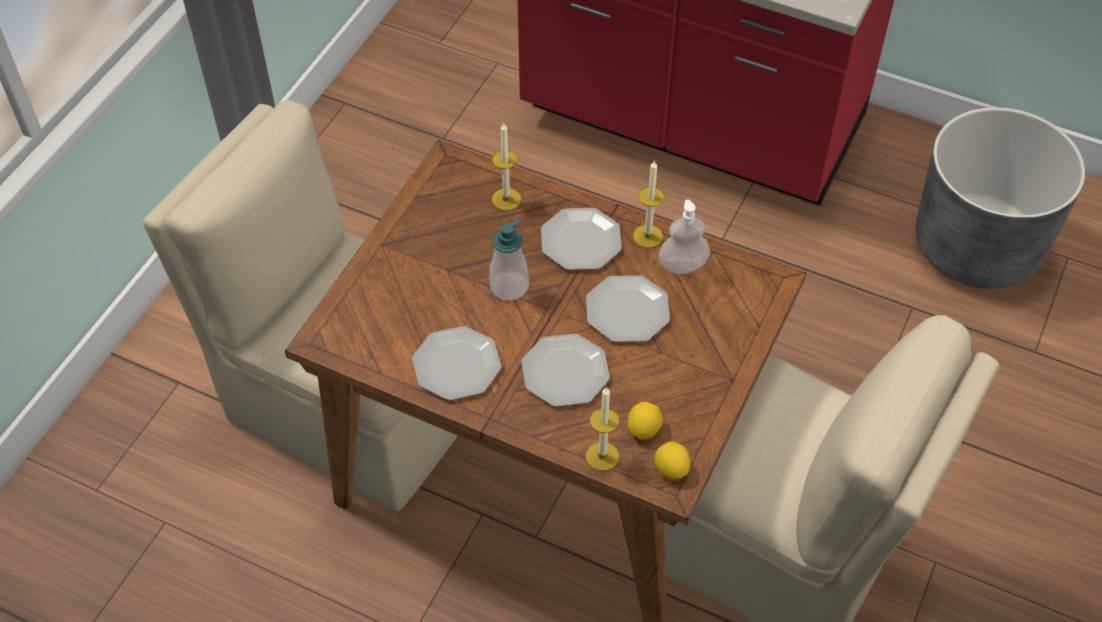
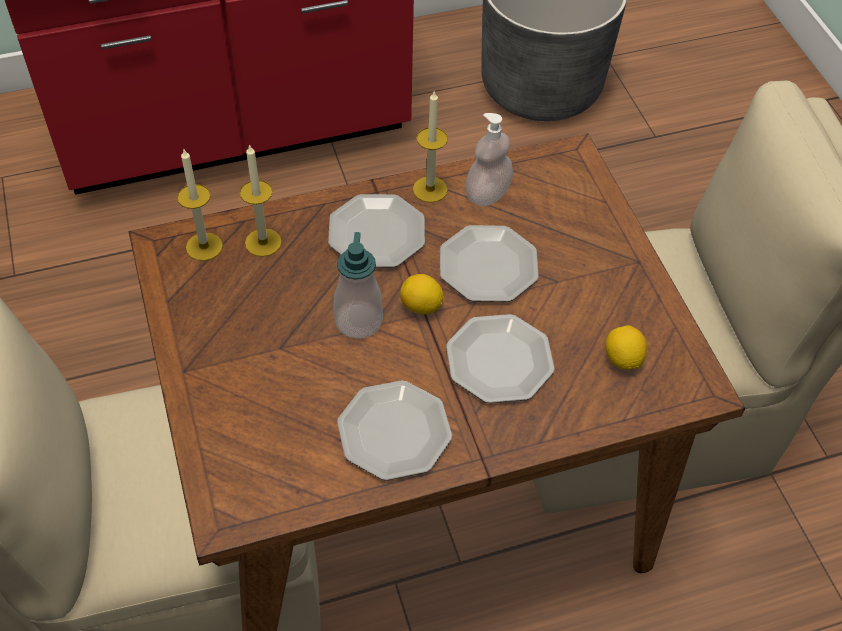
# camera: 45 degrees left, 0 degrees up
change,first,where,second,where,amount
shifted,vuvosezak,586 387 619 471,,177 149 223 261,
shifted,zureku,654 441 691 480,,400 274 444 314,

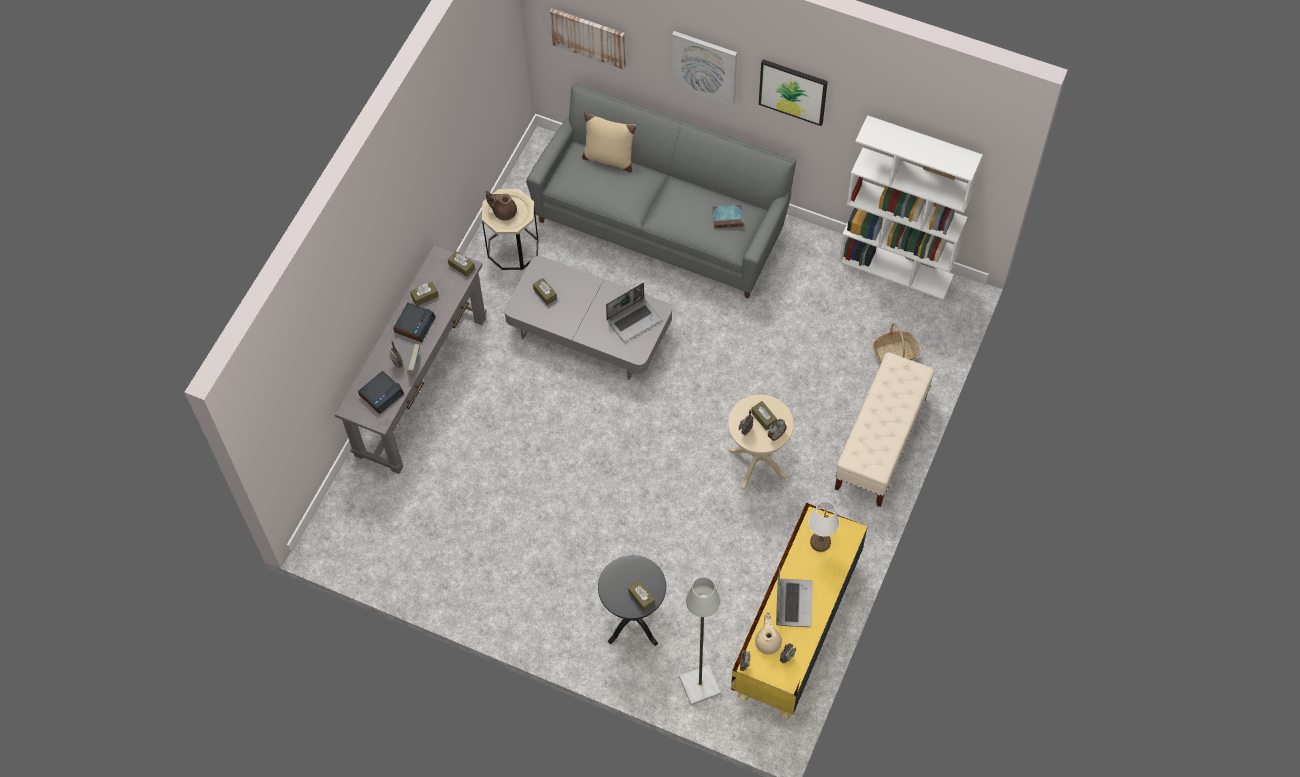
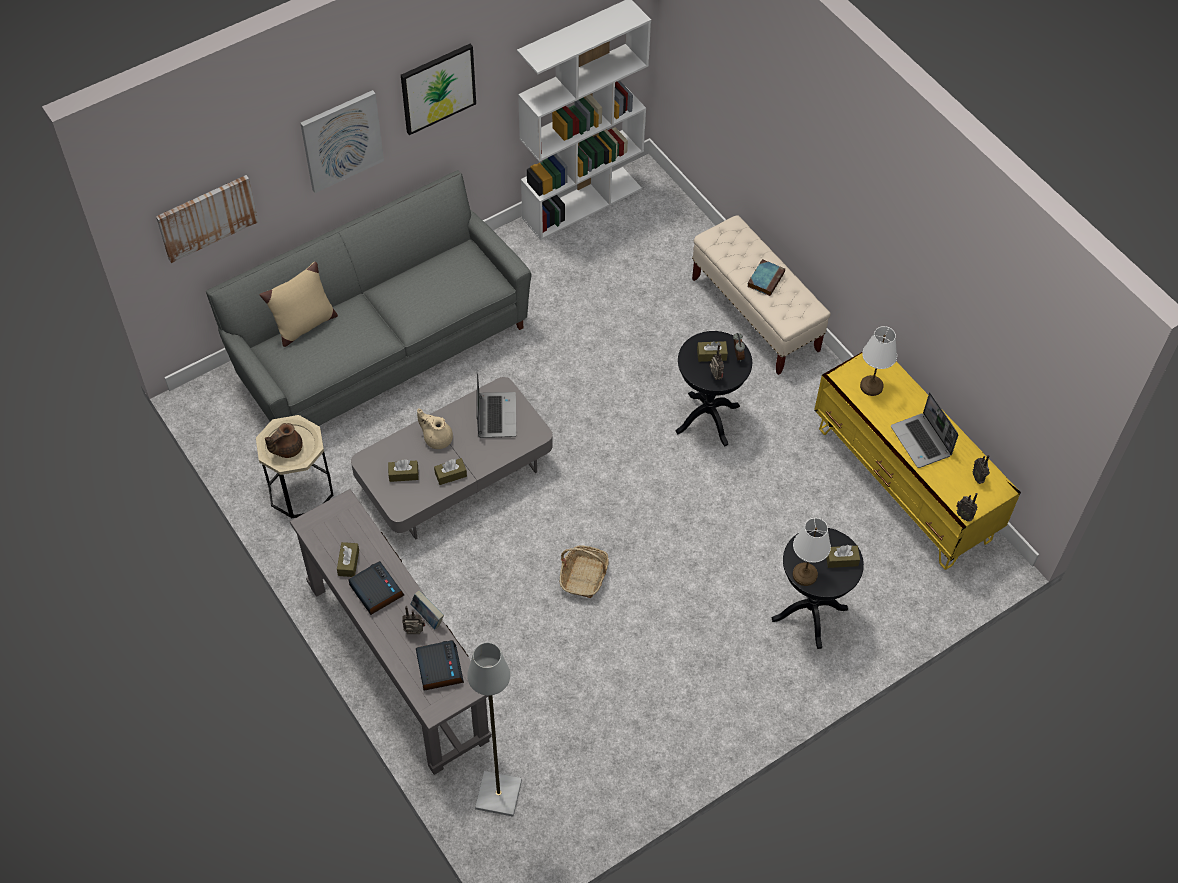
# camera: 60 degrees left, 5 degrees down
change,first,where,second,where,amount
shifted,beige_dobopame,755 611 782 655,,417 408 453 449,
shifted,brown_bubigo,448 251 475 277,,434 458 467 485,
shifted,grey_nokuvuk,679 577 721 705,,467 643 522 817,
shifted,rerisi,872 323 921 363,,560 545 609 598,
repainted,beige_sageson,728 395 794 489,black_sageson,675 331 752 446,
shifted,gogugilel,712 205 744 228,,747 259 785 296,
new,,,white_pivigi,793 518 831 586,
rotated,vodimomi,776 567 813 627,,891 393 958 468,150 degrees counterclockwise

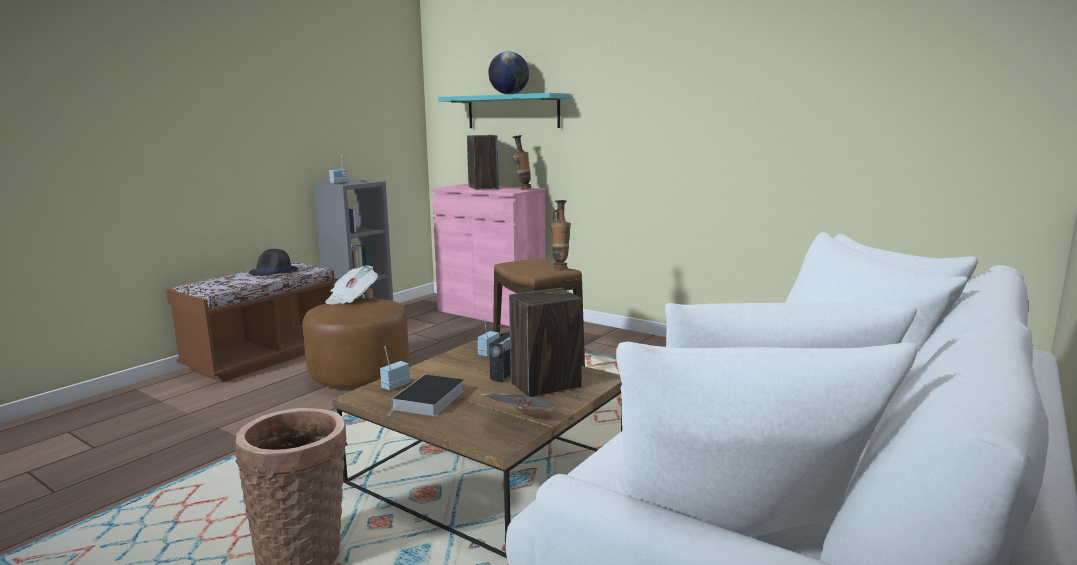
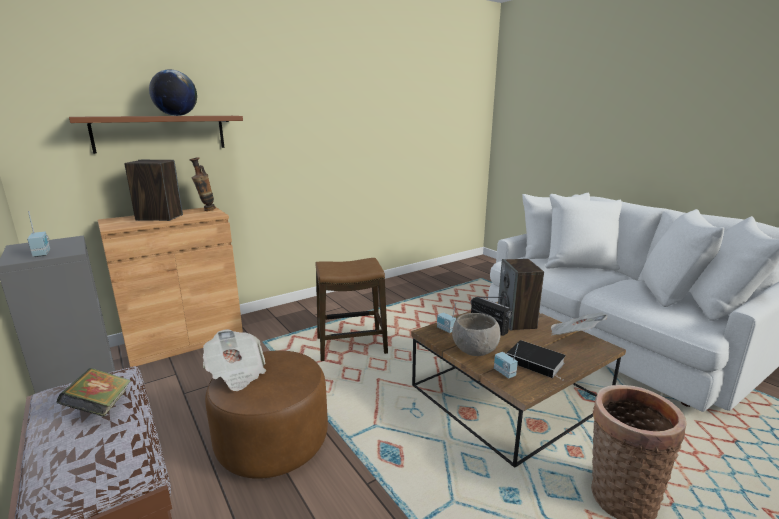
# camera: 70 degrees left, 5 degrees up
change,first,where,second,where,amount
swapped,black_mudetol,249 249 298 276,gogugilel,56 368 131 417,
repainted,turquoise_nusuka,438 93 571 128,brown_nusuka,69 116 243 154,
repainted,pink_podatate,432 184 545 326,brown_podatate,98 207 243 367,
new,,,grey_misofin,452 313 501 356,
gone,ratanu,551 200 571 269,,,

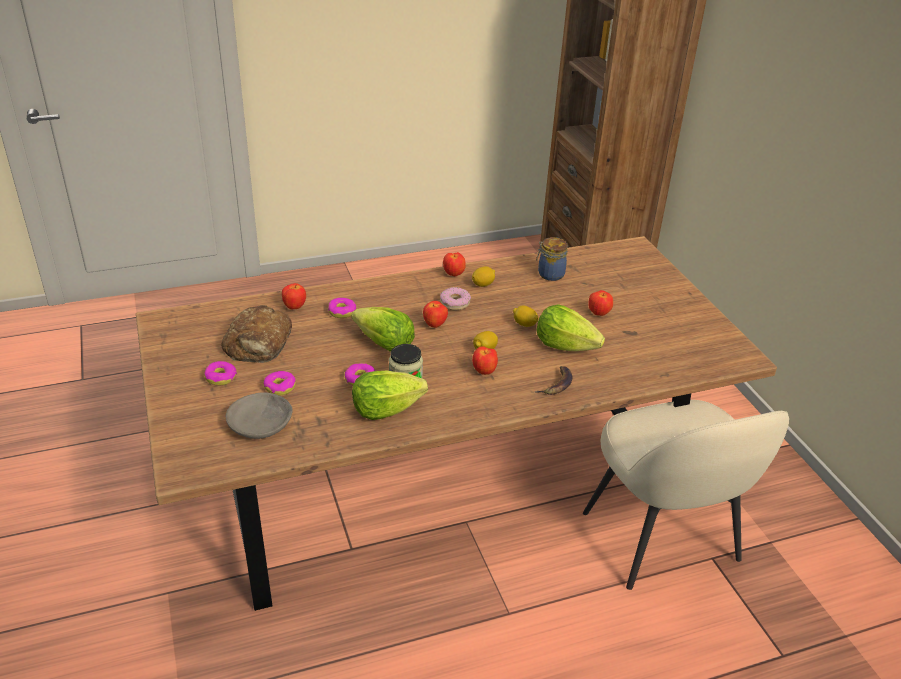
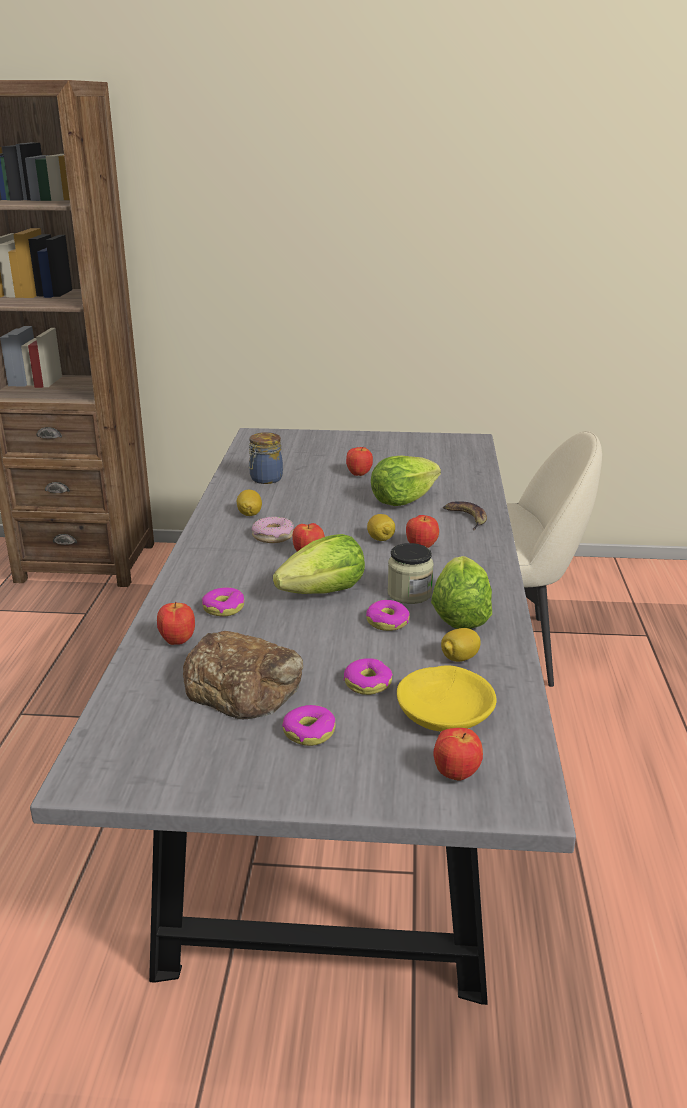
# camera: 65 degrees left, 10 degrees down
change,first,where,second,where,amount
repainted,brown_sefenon,136 236 777 611,grey_sefenon,30 428 576 1005,
repainted,grey_misofin,226 392 293 439,yellow_misofin,397 665 497 732,
shifted,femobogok,443 252 466 276,,433 728 483 781,
shifted,zureku,513 305 539 327,,441 628 480 662,

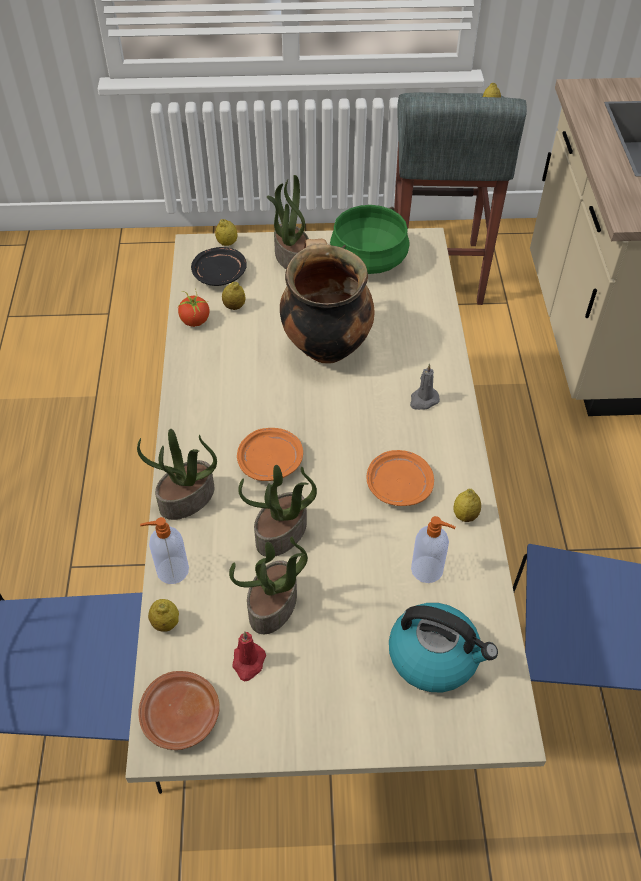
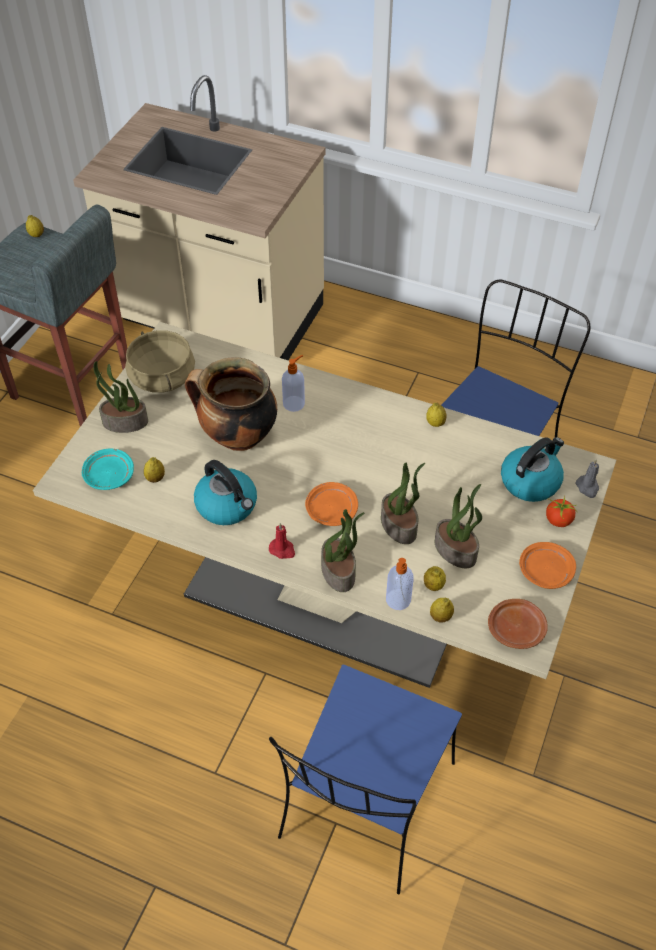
# camera: 65 degrees left, 0 degrees up
change,first,where,second,where,amount
repainted,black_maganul,191 247 247 286,turquoise_maganul,82 449 134 490,
repainted,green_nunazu,330 205 410 274,beige_nunazu,125 330 195 393,
new,,,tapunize,194 460 257 525,
shifted,red_vuvosezak,233 631 266 681,,269 523 295 559,
shifted,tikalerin,411 516 455 583,,282 355 305 412,
shifted,zureku,215 219 237 246,,424 566 446 591,
shifted,orange_maganul,367 450 434 506,,519 542 576 589,
shifted,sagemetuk,178 289 210 327,,546 496 577 527,
shifted,grey_vuvosezak,410 364 440 410,,575 459 599 498,

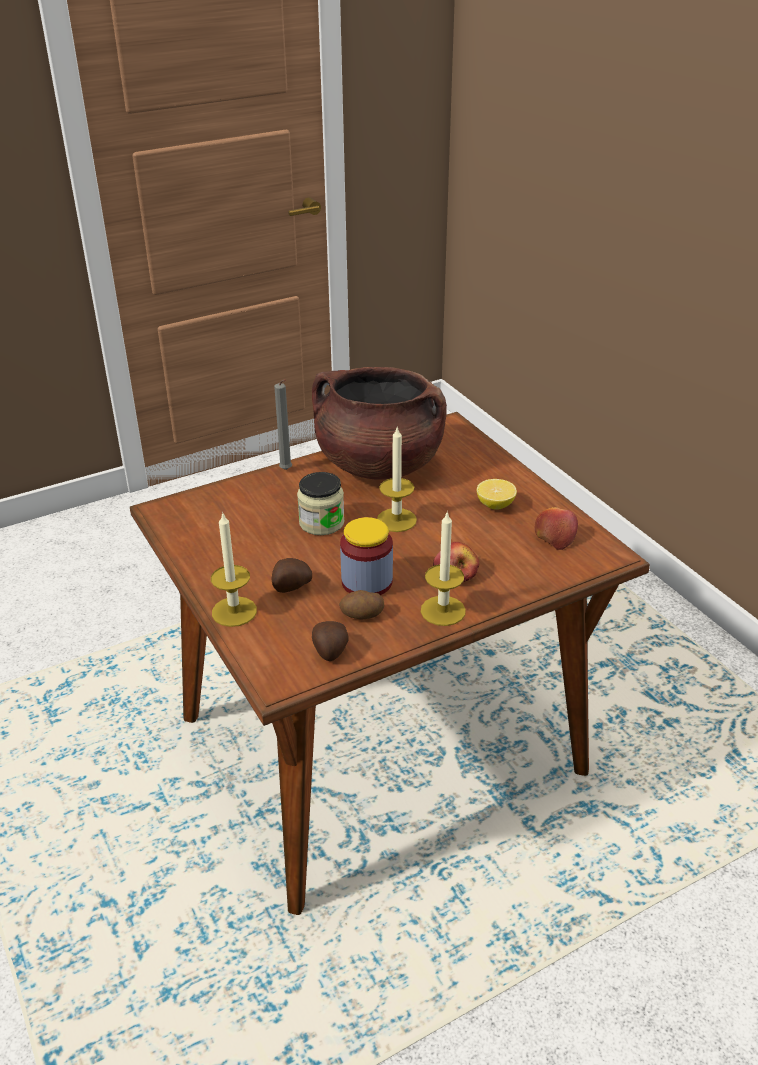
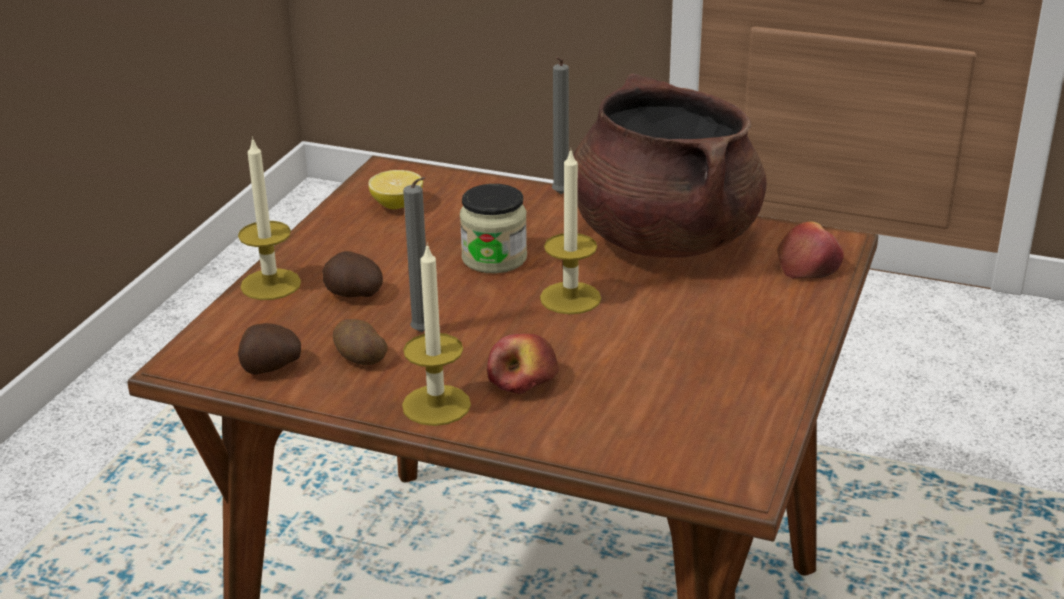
# camera: 50 degrees right, 5 degrees down
change,first,where,second,where,amount
shifted,zureku,477 479 517 510,,368 170 423 209,
swapped,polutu,340 517 393 595,grey_vuvosezak,403 177 426 332,
shifted,femobogok,535 507 578 550,,777 222 844 279,

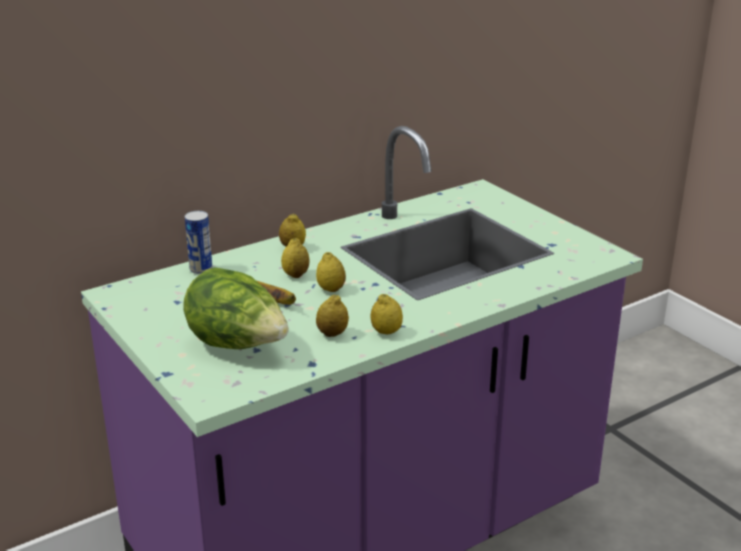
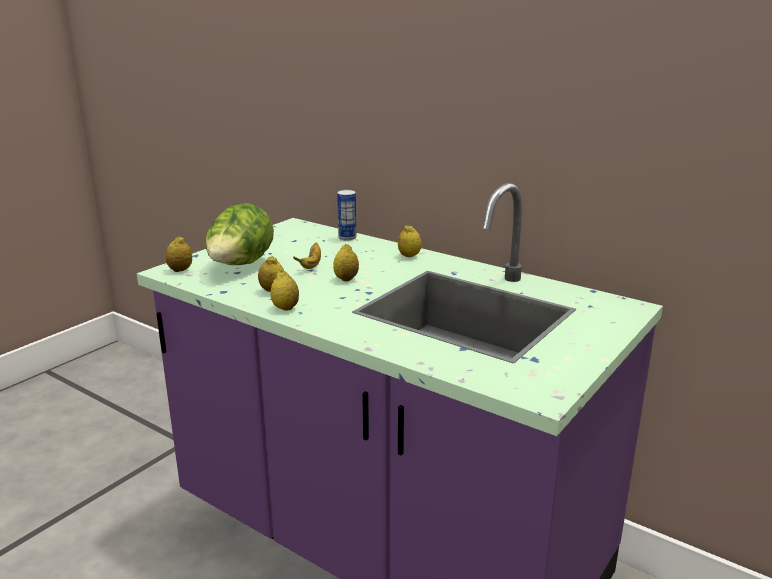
# camera: 70 degrees right, 5 degrees down
change,first,where,second,where,amount
shifted,zureku,281 238 309 278,,165 236 192 272,

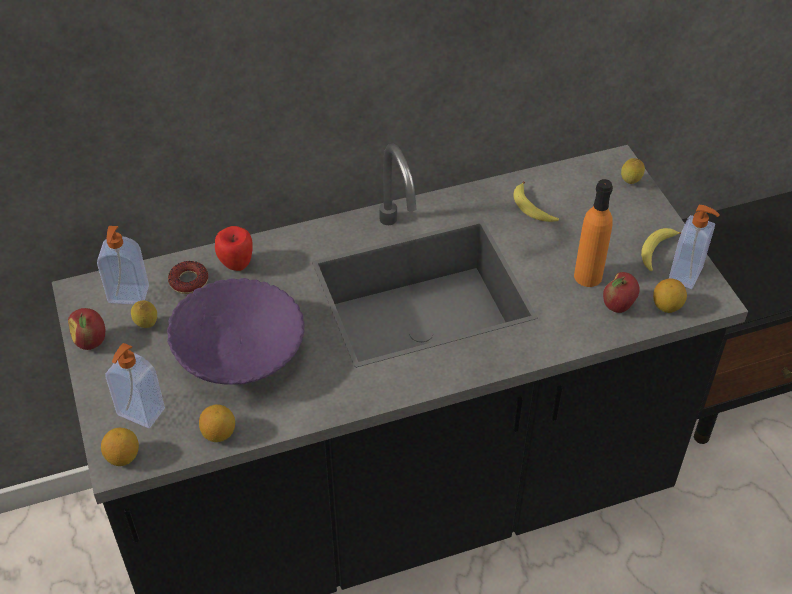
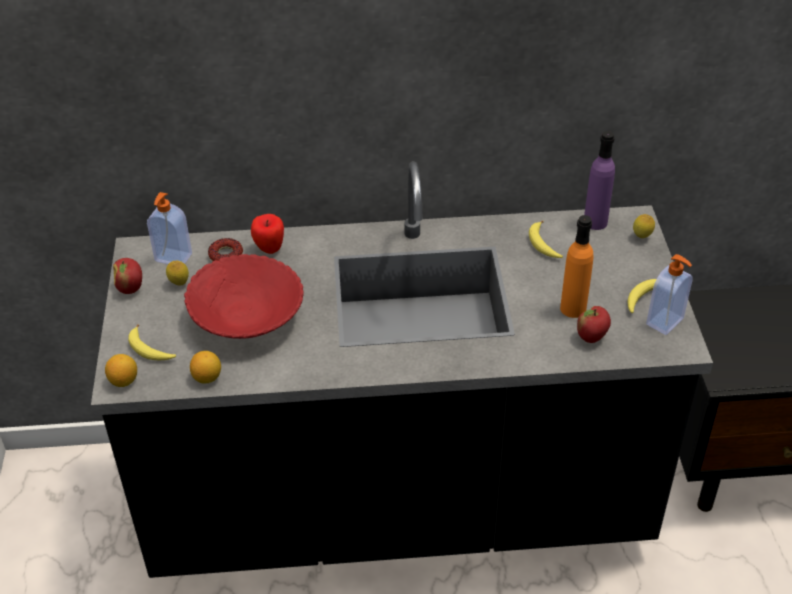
# camera: 15 degrees right, 5 degrees down
change,first,where,second,where,amount
swapped,tikalerin,105 343 165 428,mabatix,128 324 176 360,
repainted,purple_misofin,167 278 304 385,red_misofin,184 254 304 339,
new,,,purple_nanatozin,584 131 615 230,
gone,zureku,653 279 687 313,,,

